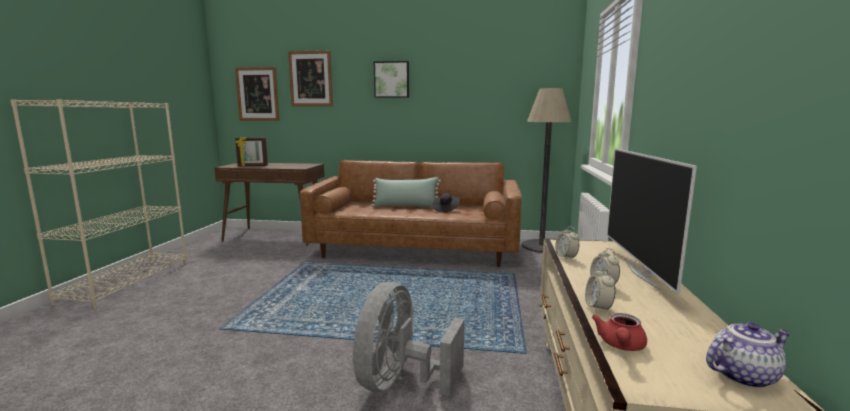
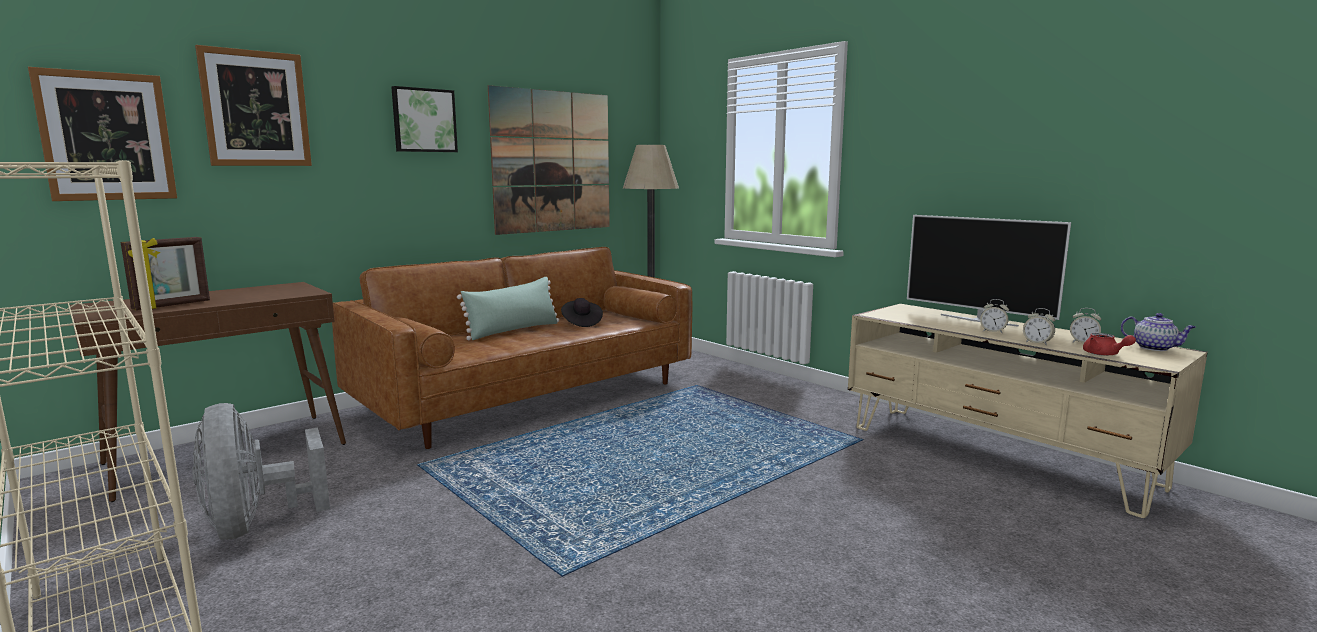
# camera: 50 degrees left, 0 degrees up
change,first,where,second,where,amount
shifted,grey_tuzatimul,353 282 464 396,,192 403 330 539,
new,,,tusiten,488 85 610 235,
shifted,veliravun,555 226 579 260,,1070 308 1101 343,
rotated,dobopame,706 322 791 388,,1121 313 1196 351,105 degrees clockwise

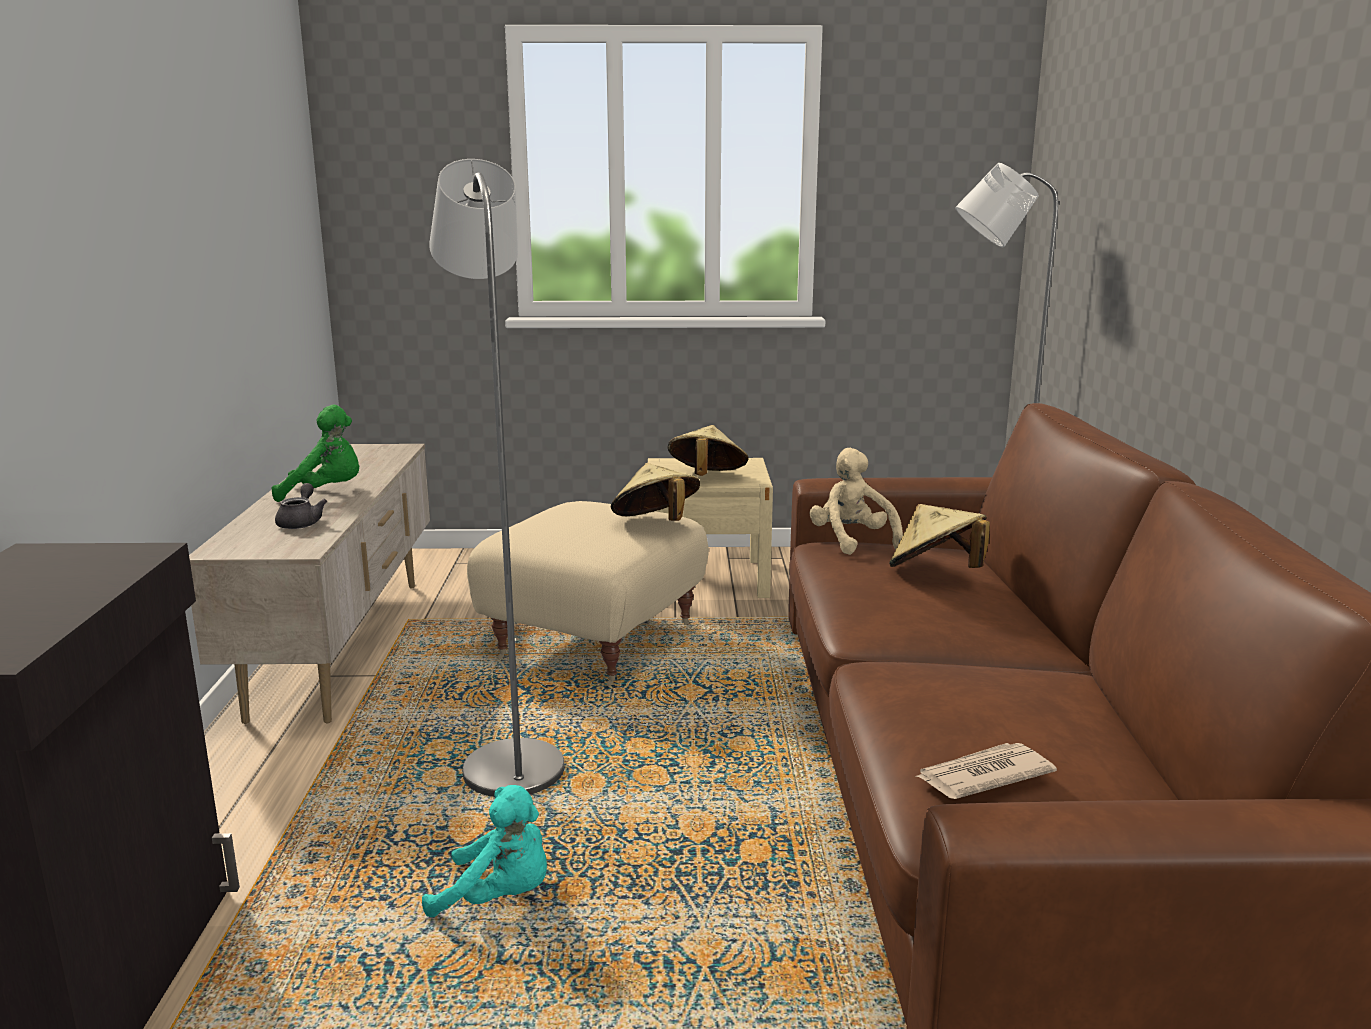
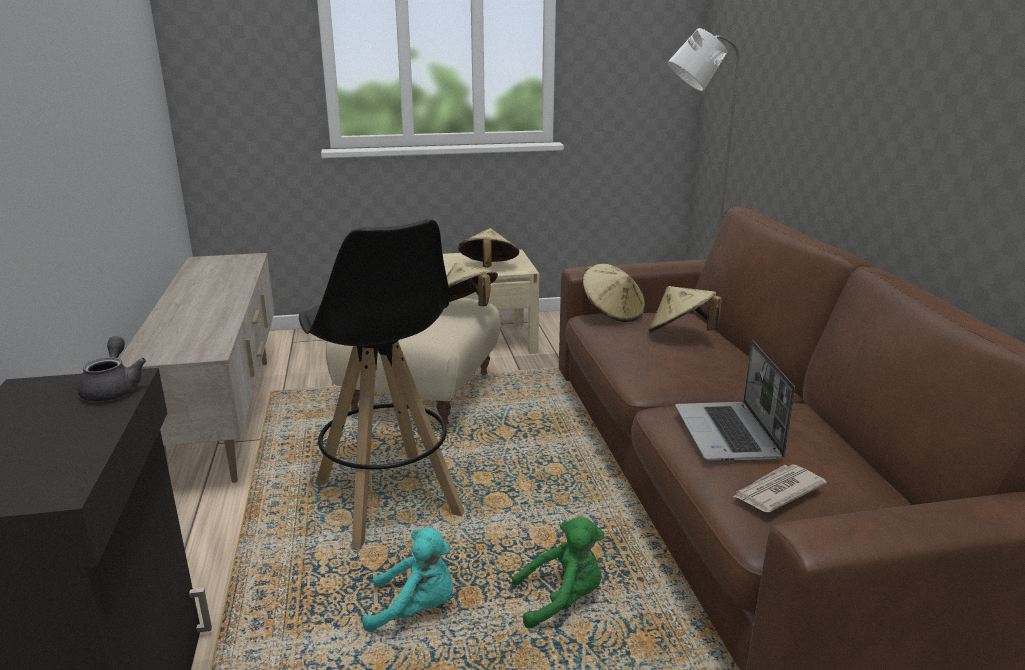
# camera: 10 degrees left, 5 degrees up
change,first,where,second,where,amount
shifted,grey_dobopame,275 483 327 529,,77 336 146 402,
swapped,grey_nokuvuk,429 159 564 797,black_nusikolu,299 219 465 549,
shifted,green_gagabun,271 405 359 502,,512 517 604 628,
swapped,beige_gagabun,809 448 903 555,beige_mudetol,583 264 645 322,
new,,,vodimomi,675 341 795 462,

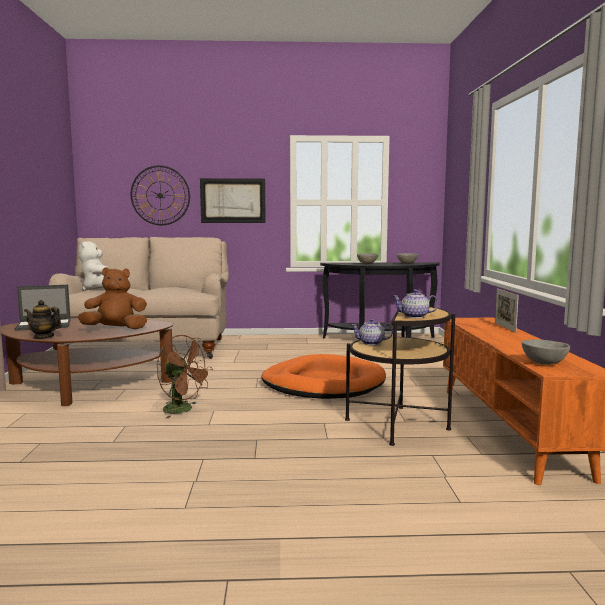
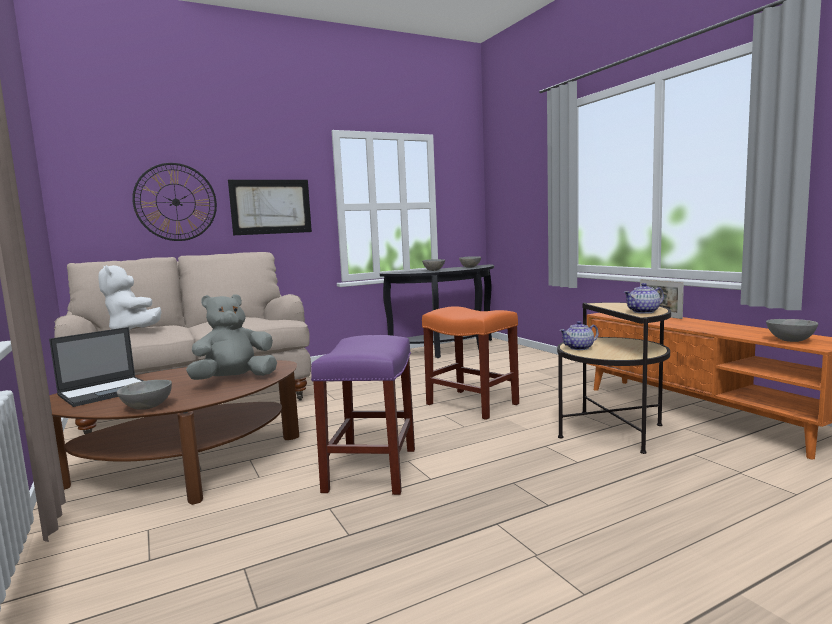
# camera: 25 degrees left, 0 degrees up
change,first,where,second,where,amount
swapped,dobopame,24 300 62 339,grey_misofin,117 380 172 410,
repainted,brown_gagabun,78 267 147 329,grey_gagabun,186 294 277 380,
swapped,brown_tuzatimul,157 335 213 418,purple_nusikolu,311 335 415 495,
swapped,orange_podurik,261 354 386 399,orange_nusikolu,422 306 519 420,

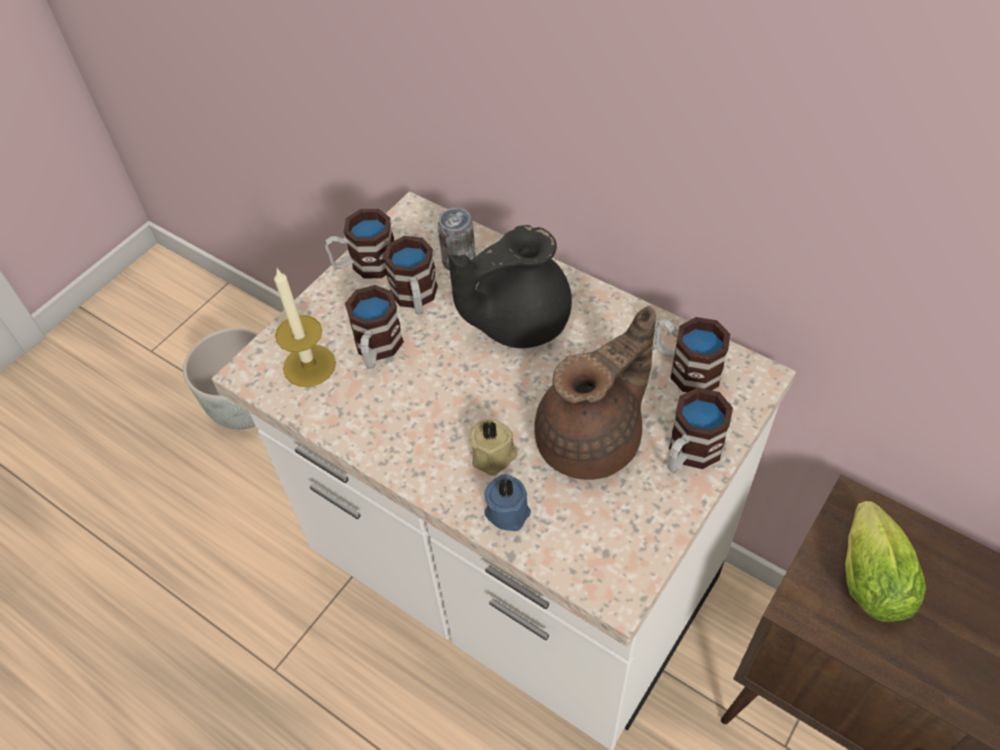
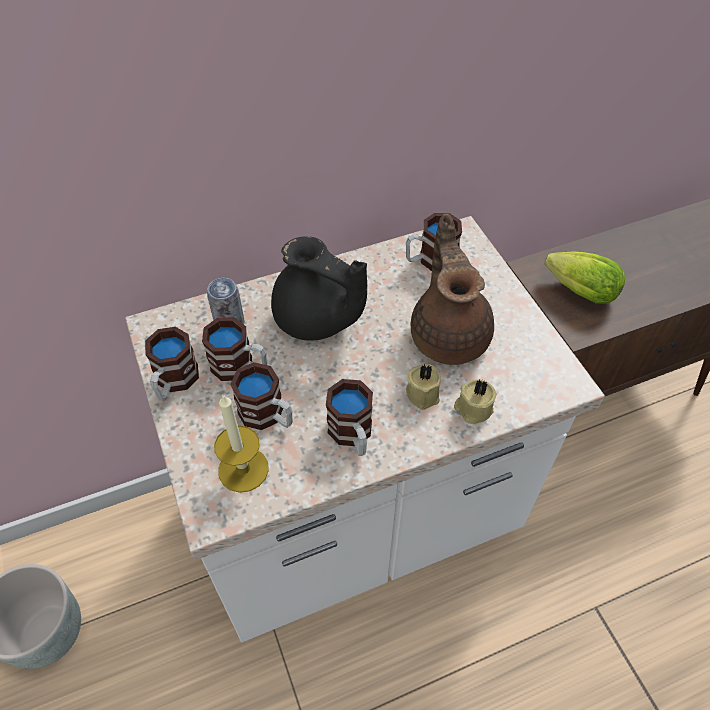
# camera: 60 degrees left, 0 degrees up
change,first,where,second,where,amount
rotated,black_dobopame,449 225 572 348,,271 236 367 340,60 degrees counterclockwise
shifted,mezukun,667 388 733 473,,326 379 373 456,
repainted,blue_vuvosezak,484 474 531 531,beige_vuvosezak,454 379 497 424,

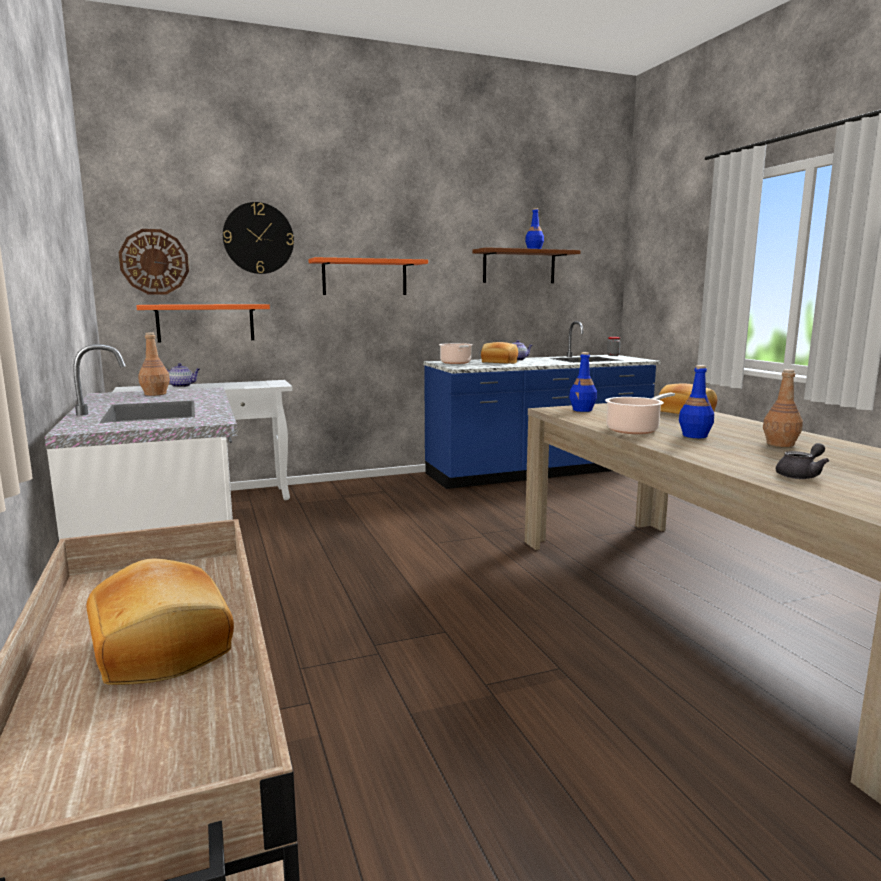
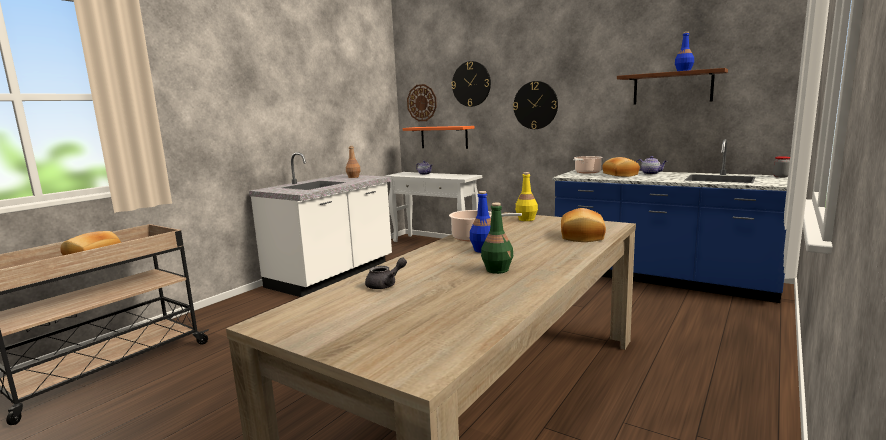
# camera: 55 degrees right, 0 degrees up
change,first,where,second,where,amount
rotated,grey_dobopame,776 443 829 479,,365 257 407 289,60 degrees counterclockwise
repainted,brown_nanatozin,763 369 803 447,green_nanatozin,481 202 513 274,
swapped,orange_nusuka,309 257 428 295,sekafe,513 81 558 129,
repainted,blue_nanatozin,569 352 597 412,yellow_nanatozin,515 172 538 221,

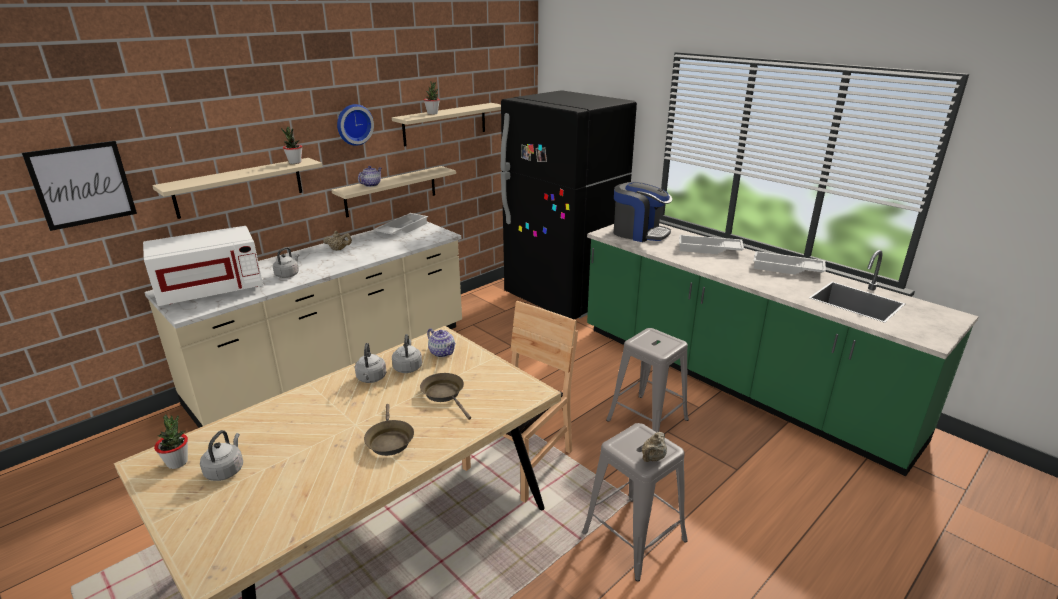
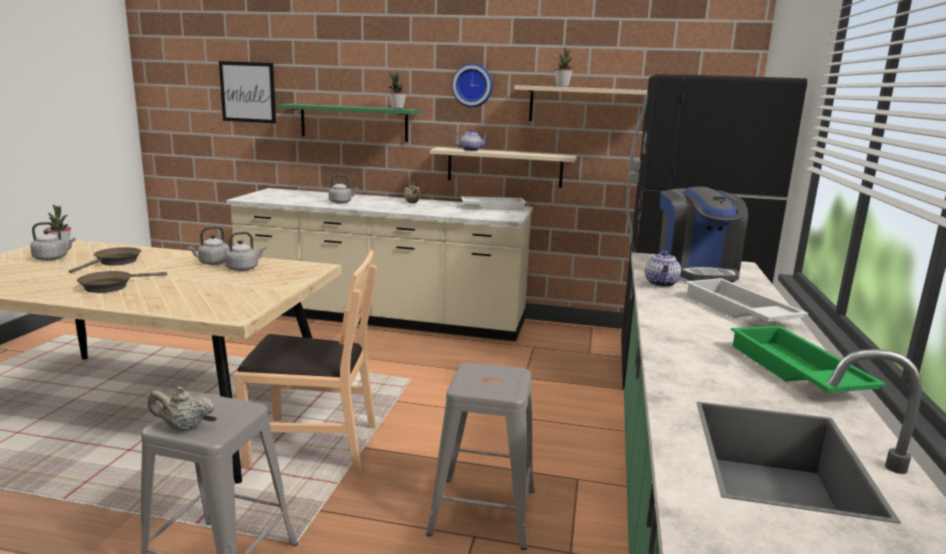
# camera: 55 degrees right, 10 degrees down
change,first,where,second,where,amount
shifted,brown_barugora,420 373 471 420,,69 247 141 273,
repainted,beige_nusuka,152 158 323 219,green_nusuka,277 104 420 142,
shifted,dobopame,427 328 456 357,,645 251 681 287,
repainted,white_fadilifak,754 251 826 275,green_fadilifak,731 326 886 393,
gone,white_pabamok,143 226 263 306,,,

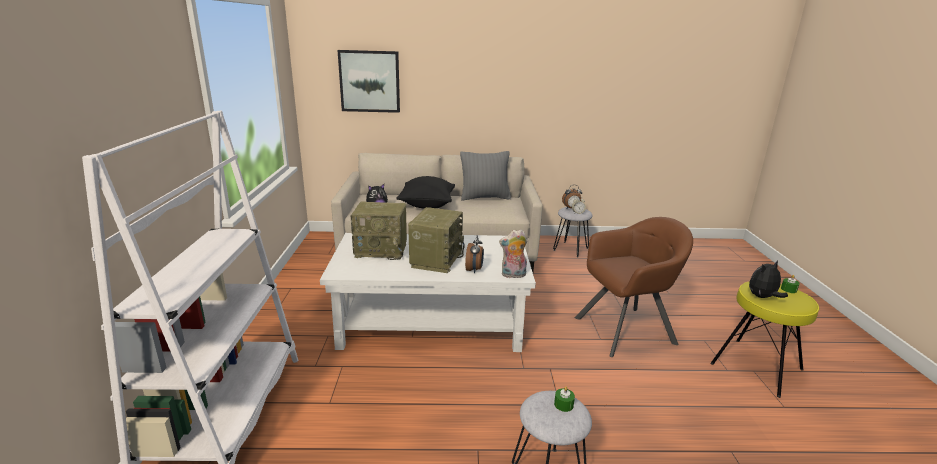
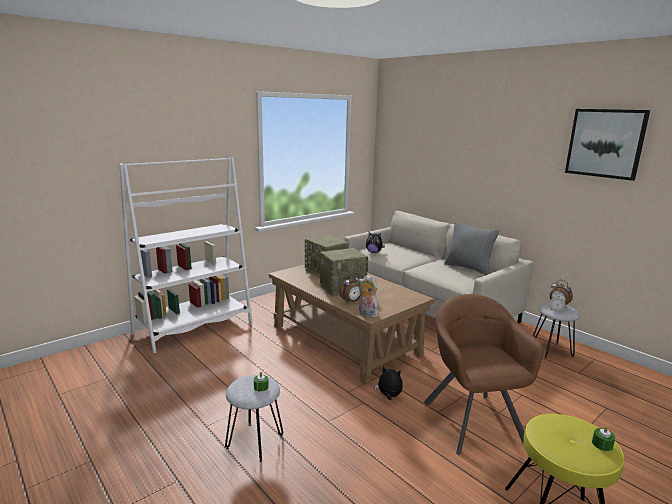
# camera: 50 degrees right, 5 degrees down
change,first,where,second,where,amount
repainted,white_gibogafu,320 233 536 352,brown_gibogafu,269 264 435 384,
shifted,gagabun,749 260 788 298,,374 366 403 400,
rotated,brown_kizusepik,575 217 693 357,,424 294 544 455,135 degrees counterclockwise
shifted,tusiten,337 50 400 113,,565 109 650 181,
gone,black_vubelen,396 176 455 208,,,

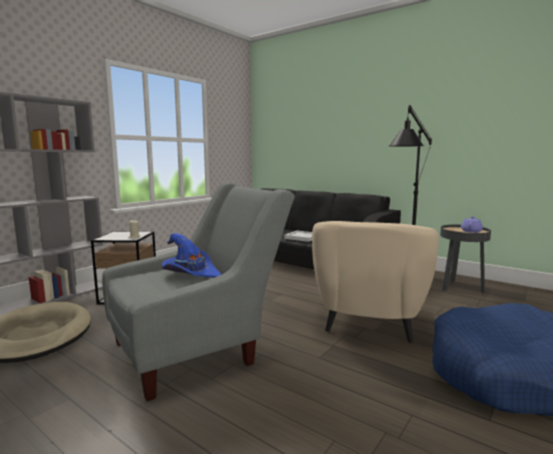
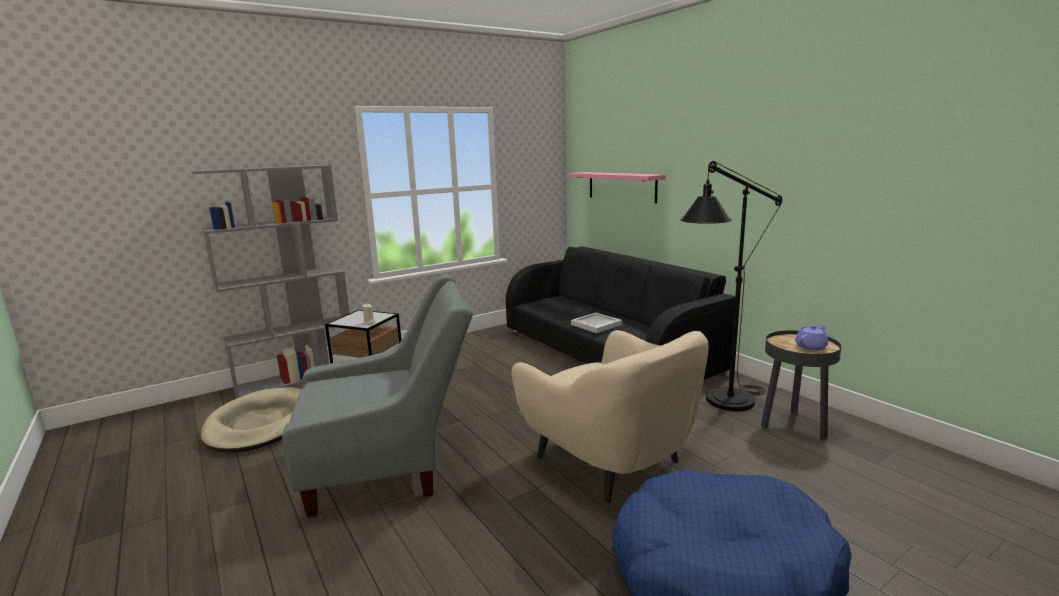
# camera: 20 degrees right, 5 degrees up
change,first,where,second,where,amount
rotated,beige_kizusepik,312 221 439 343,,512 330 709 503,75 degrees counterclockwise
new,,,pink_nusuka,568 172 666 203,
gone,blue_mudetol,162 233 221 278,,,

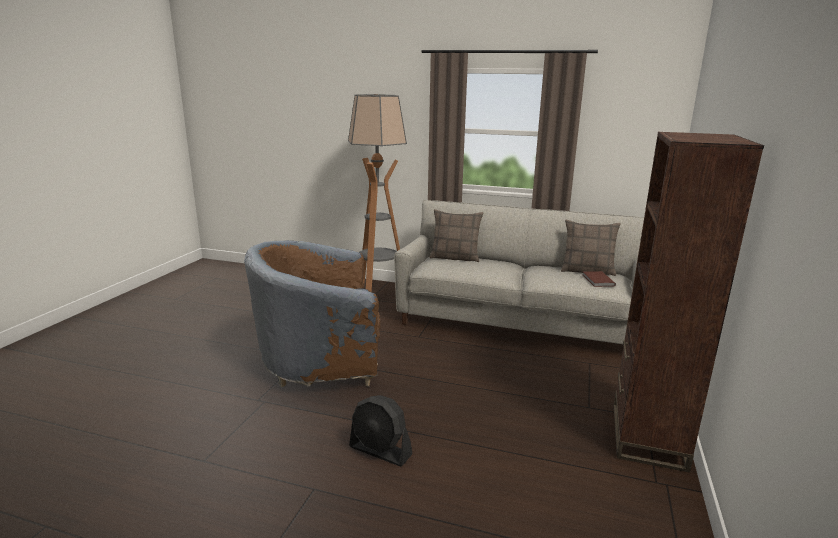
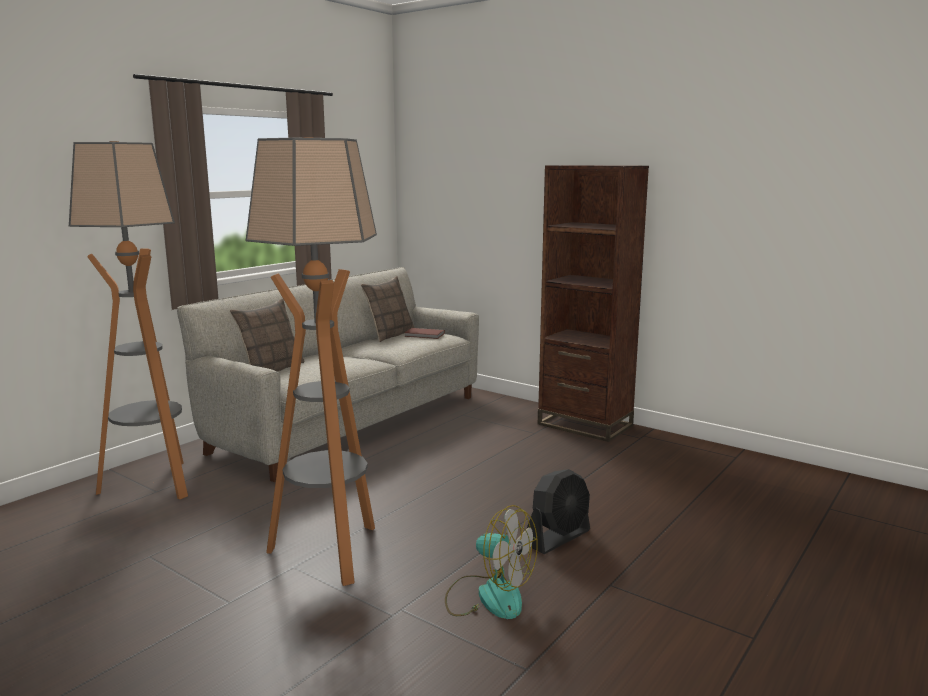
# camera: 70 degrees left, 5 degrees down
change,first,where,second,where,amount
swapped,brown_kizusepik,244 240 380 387,nokuvuk,245 137 377 586,
new,,,tuzatimul,445 505 538 619,

